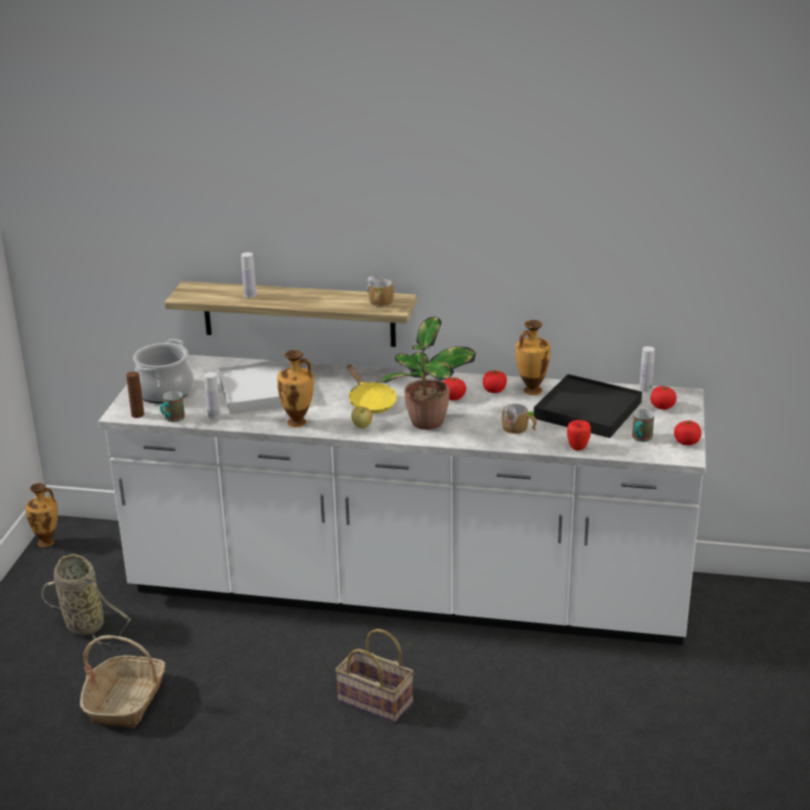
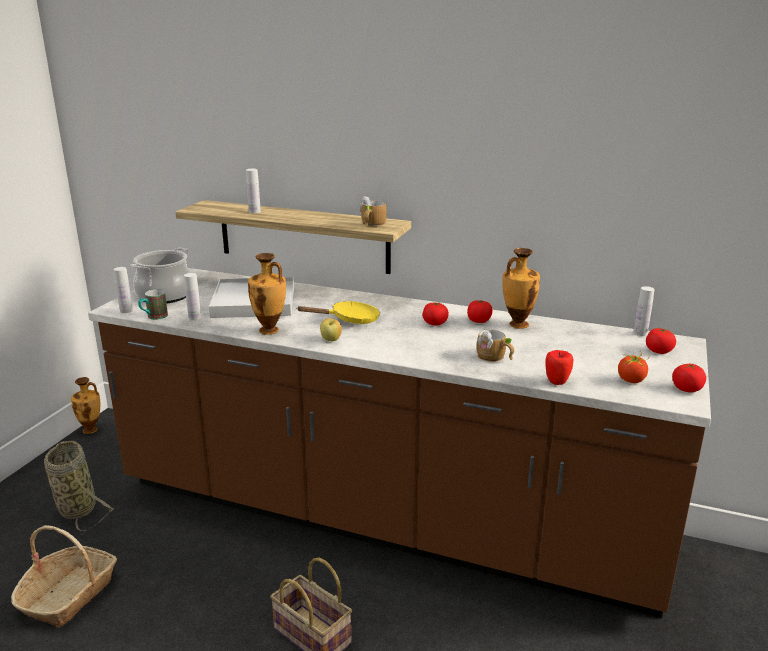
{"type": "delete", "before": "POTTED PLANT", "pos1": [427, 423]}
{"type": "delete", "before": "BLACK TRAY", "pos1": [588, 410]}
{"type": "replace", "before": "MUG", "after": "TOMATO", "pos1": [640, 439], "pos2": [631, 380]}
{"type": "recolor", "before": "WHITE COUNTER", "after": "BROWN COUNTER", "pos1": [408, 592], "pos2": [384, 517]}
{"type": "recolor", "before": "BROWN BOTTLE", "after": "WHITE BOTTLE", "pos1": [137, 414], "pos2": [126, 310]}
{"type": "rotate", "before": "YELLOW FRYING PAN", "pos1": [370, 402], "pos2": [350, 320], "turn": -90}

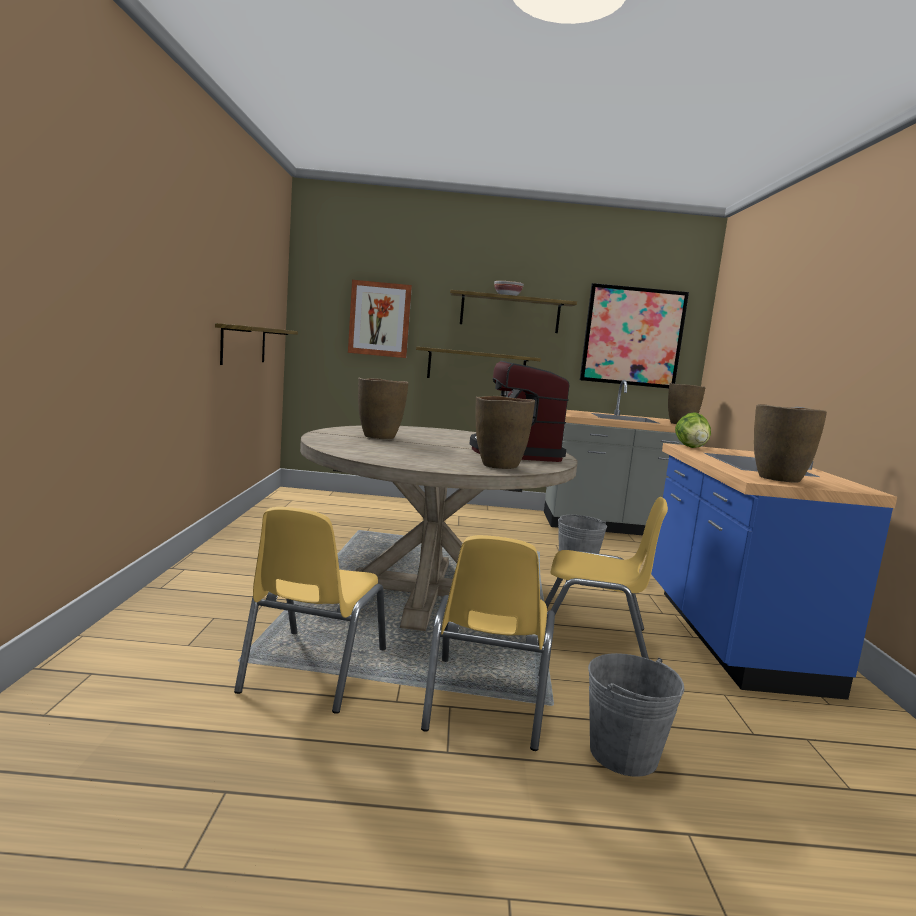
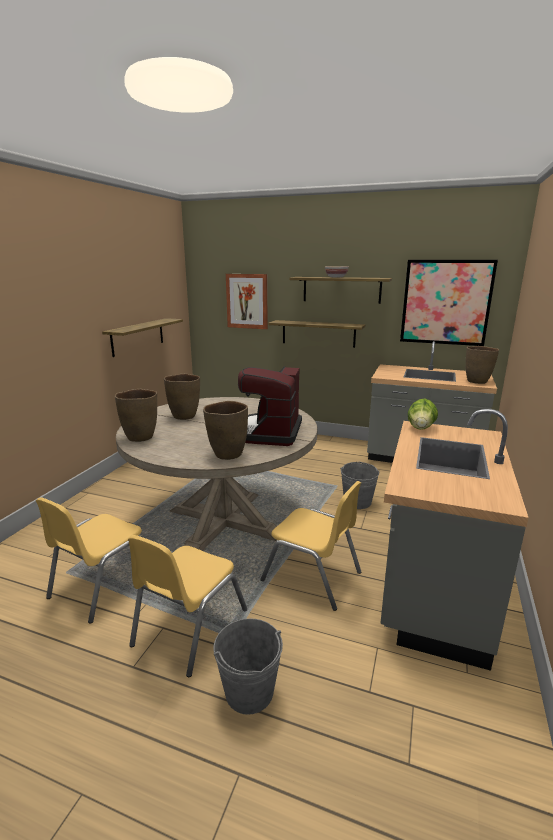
{"type": "move", "before": "BROWN VASE", "pos1": [777, 479], "pos2": [140, 437]}
{"type": "recolor", "before": "BLUE COUNTER", "after": "GREY COUNTER", "pos1": [728, 637], "pos2": [432, 587]}

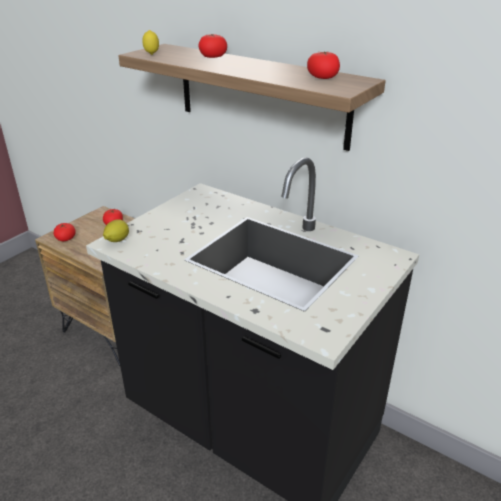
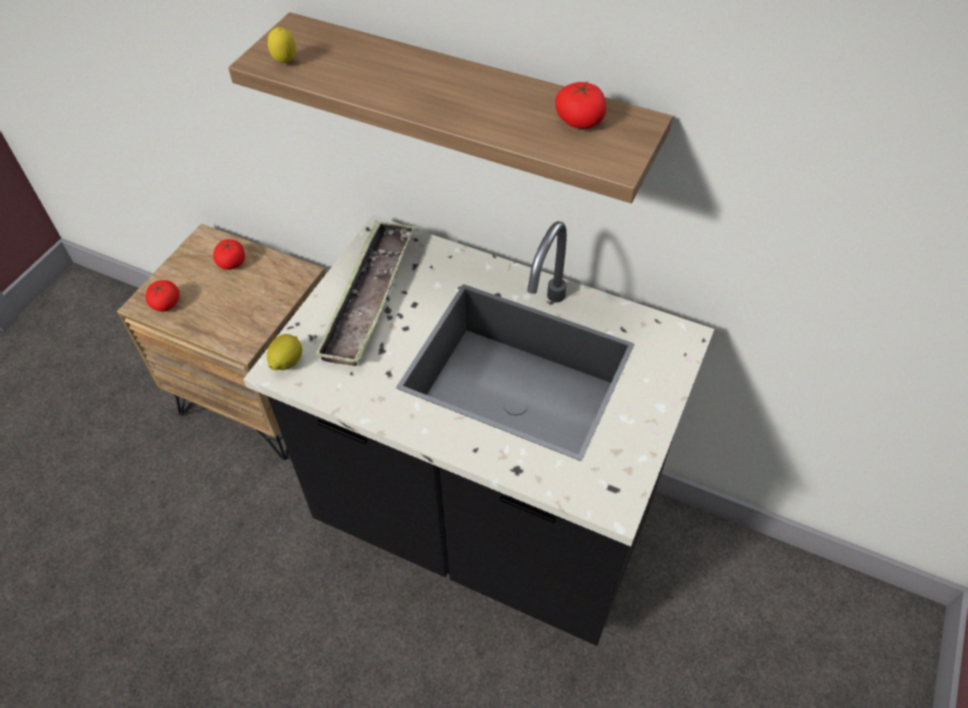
{"type": "delete", "before": "TOMATO", "pos1": [213, 57]}
{"type": "insert", "after": "TRAY", "pos2": [369, 297]}

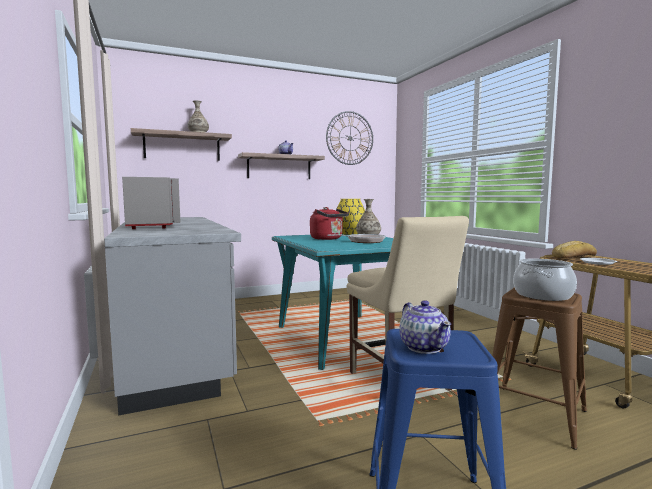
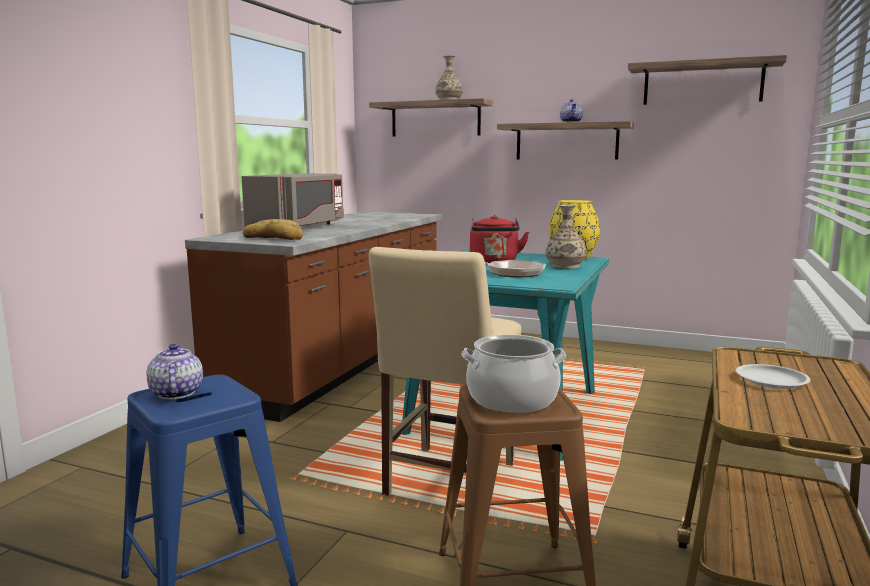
{"type": "move", "before": "BREAD", "pos1": [572, 256], "pos2": [273, 238]}
{"type": "replace", "before": "WALL CLOCK", "after": "SHELF", "pos1": [350, 138], "pos2": [702, 83]}
{"type": "recolor", "before": "GREY COUNTER", "after": "BROWN COUNTER", "pos1": [176, 344], "pos2": [341, 364]}
{"type": "rotate", "before": "TEAPOT", "pos1": [424, 347], "pos2": [176, 393], "turn": 135}

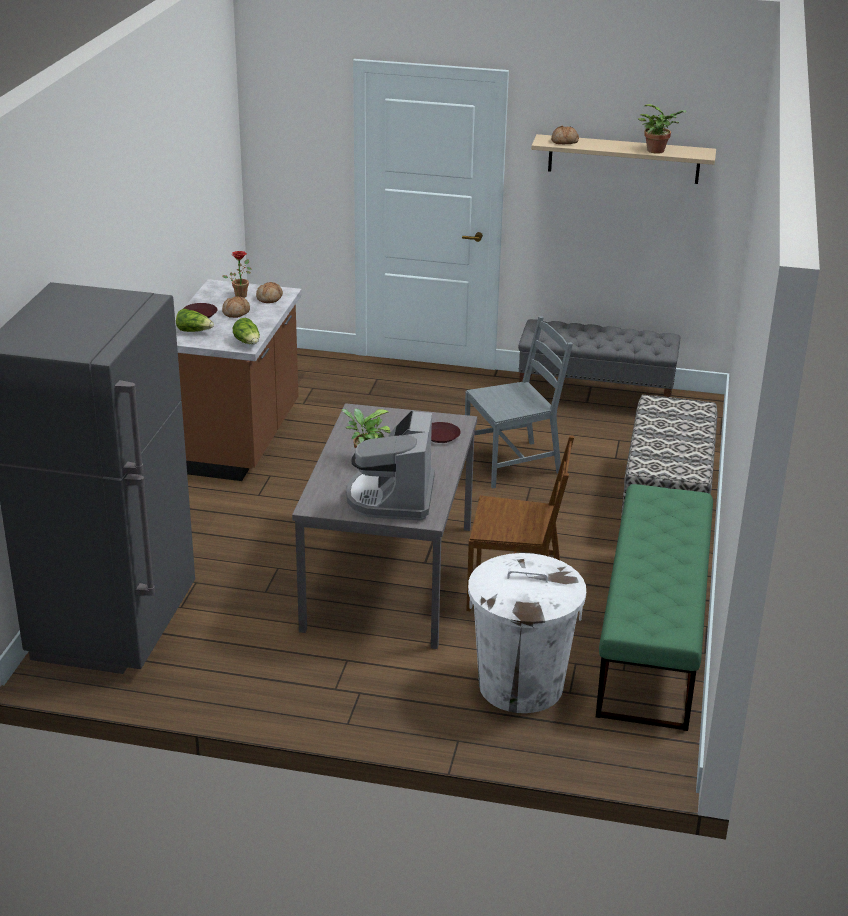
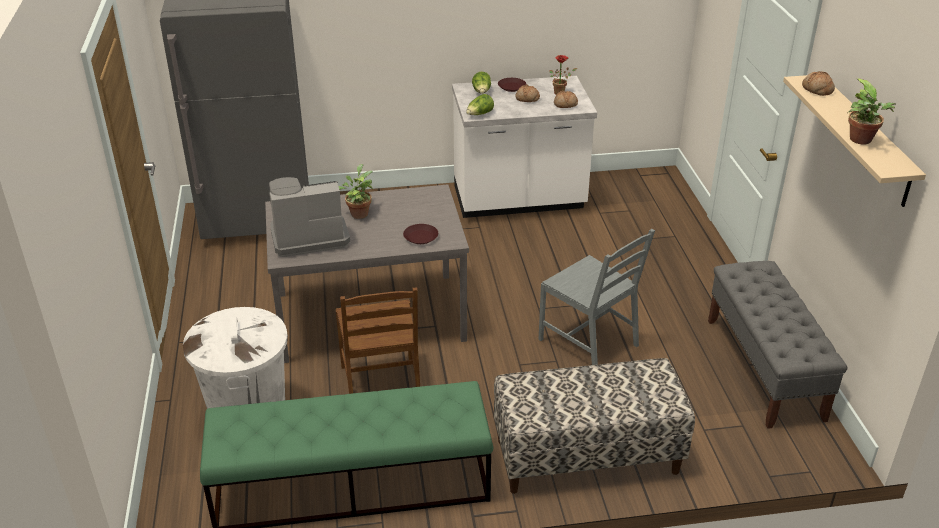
{"type": "recolor", "before": "BROWN COUNTER", "after": "WHITE COUNTER", "pos1": [237, 440], "pos2": [519, 200]}

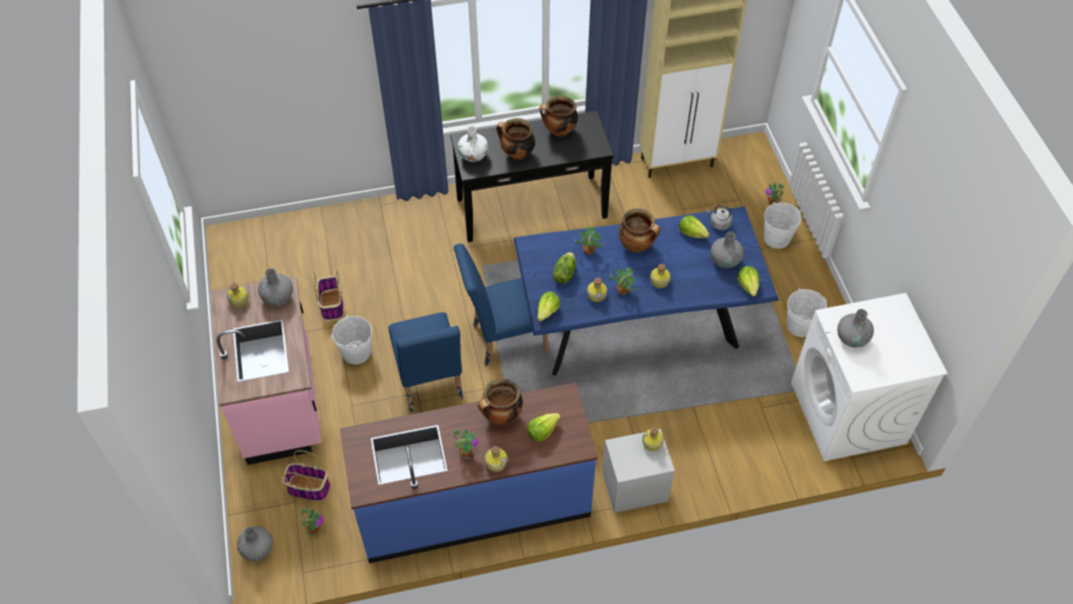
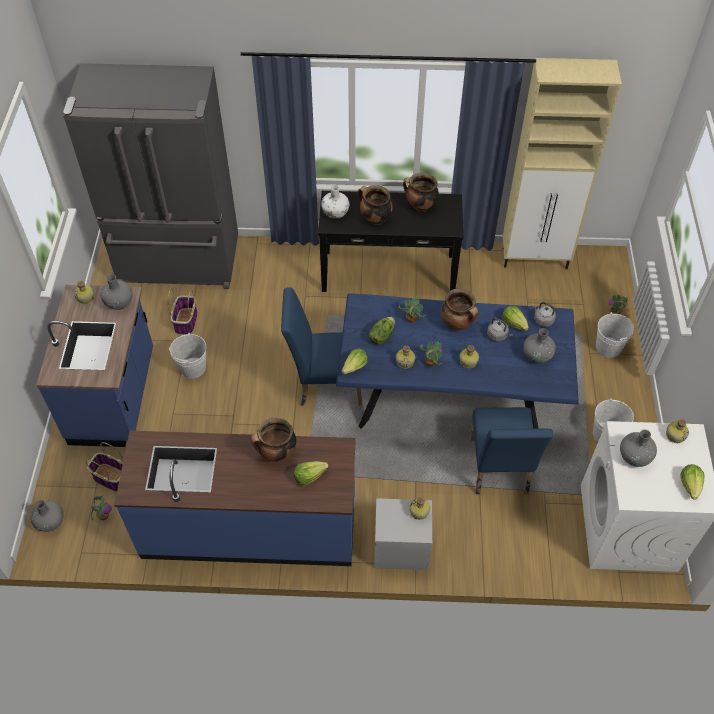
{"type": "delete", "before": "POTTED PLANT", "pos1": [465, 452]}
{"type": "insert", "after": "GREY FRIDGE", "pos2": [179, 263]}
{"type": "insert", "after": "GREY KETTLE", "pos2": [498, 335]}
{"type": "move", "before": "BLUE CHAIR", "pos1": [429, 384], "pos2": [498, 471]}
{"type": "move", "before": "BOTTLE", "pos1": [496, 462], "pos2": [675, 435]}
{"type": "move", "before": "LETTUCE", "pos1": [748, 286], "pos2": [690, 485]}
{"type": "recolor", "before": "PINK COUNTER", "after": "BLUE COUNTER", "pos1": [281, 402], "pos2": [114, 397]}

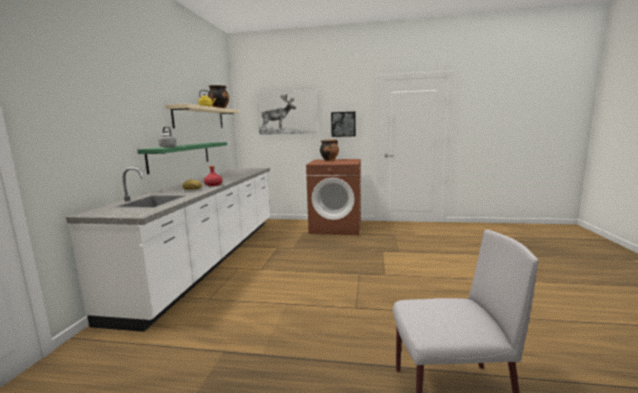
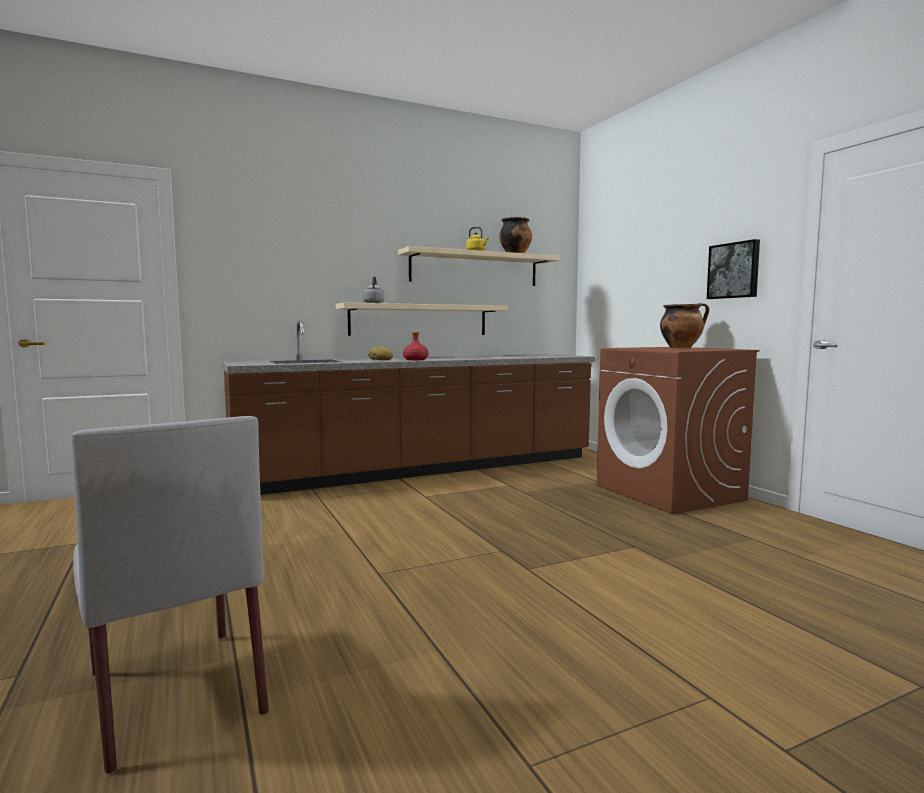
{"type": "delete", "before": "PICTURE", "pos1": [287, 113]}
{"type": "recolor", "before": "WHITE COUNTER", "after": "BROWN COUNTER", "pos1": [212, 257], "pos2": [423, 470]}
{"type": "recolor", "before": "GREEN SHELF", "after": "BEIGE SHELF", "pos1": [180, 156], "pos2": [419, 320]}

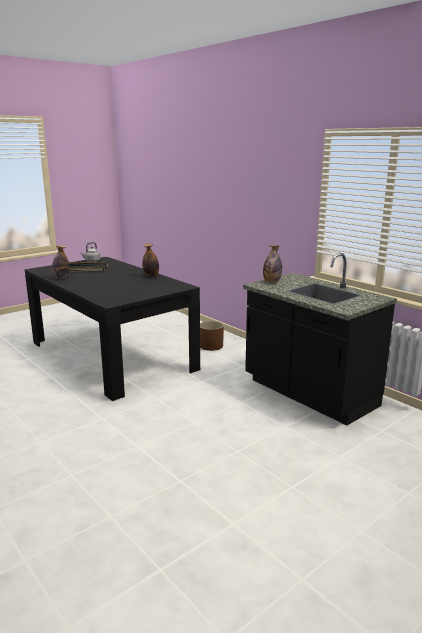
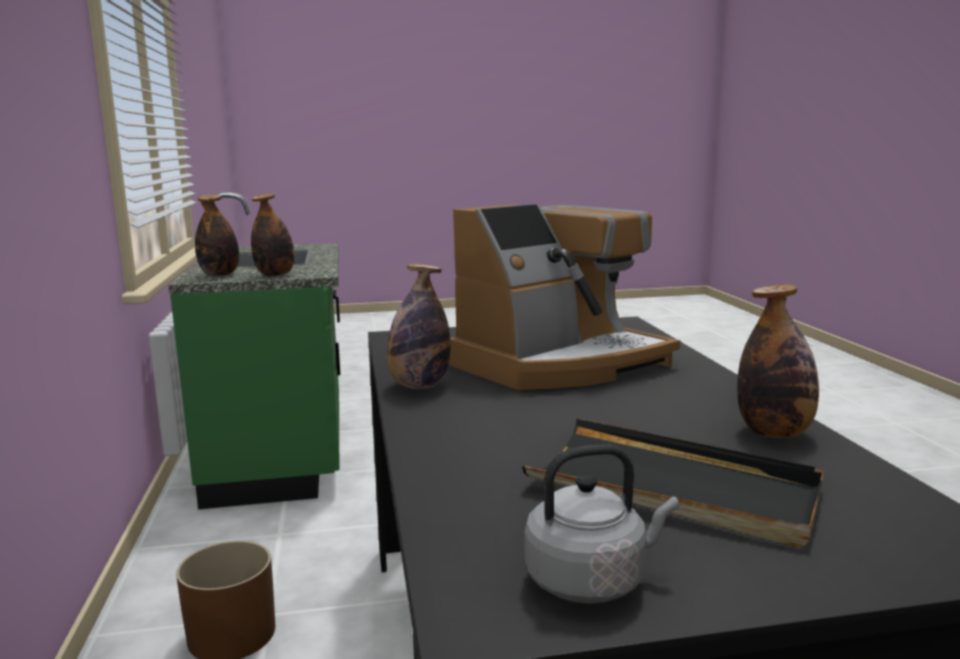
{"type": "insert", "after": "BOTTLE", "pos2": [220, 275]}
{"type": "insert", "after": "COFFEE MACHINE", "pos2": [559, 363]}
{"type": "recolor", "before": "BLACK COUNTER", "after": "GREEN COUNTER", "pos1": [309, 394], "pos2": [283, 453]}

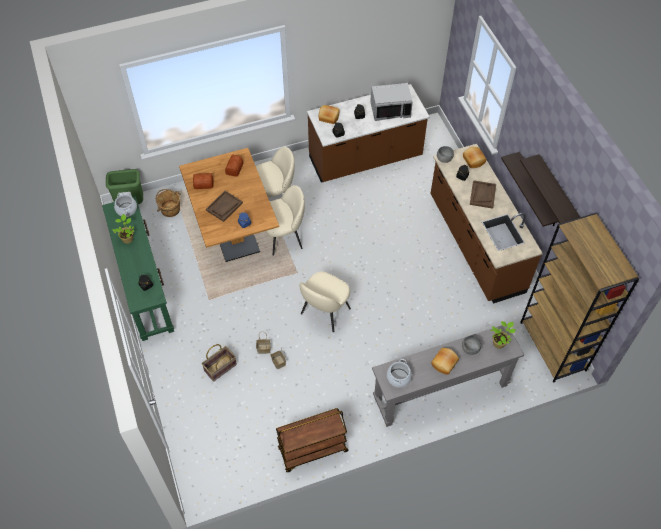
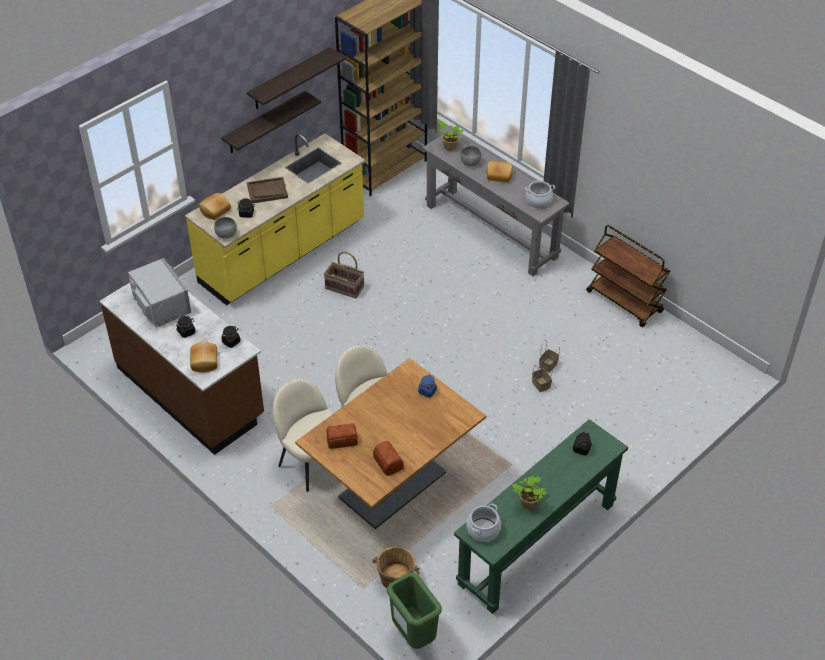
{"type": "delete", "before": "BROWN TRAY", "pos1": [224, 207]}
{"type": "delete", "before": "BEIGE CHAIR", "pos1": [324, 312]}
{"type": "move", "before": "BASKET", "pos1": [220, 368], "pos2": [345, 287]}
{"type": "recolor", "before": "BROWN COUNTER", "after": "YELLOW COUNTER", "pos1": [475, 244], "pos2": [283, 253]}

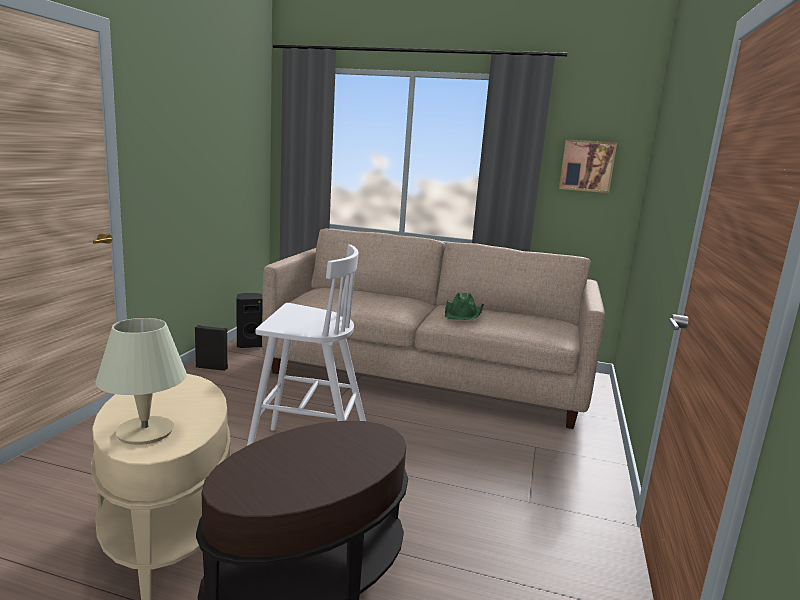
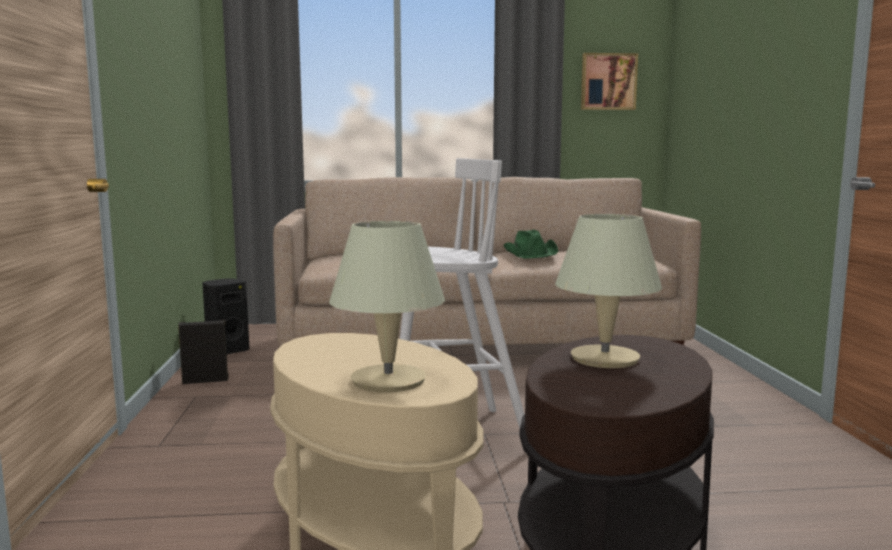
{"type": "insert", "after": "BEIGE TABLE LAMP", "pos2": [605, 358]}

